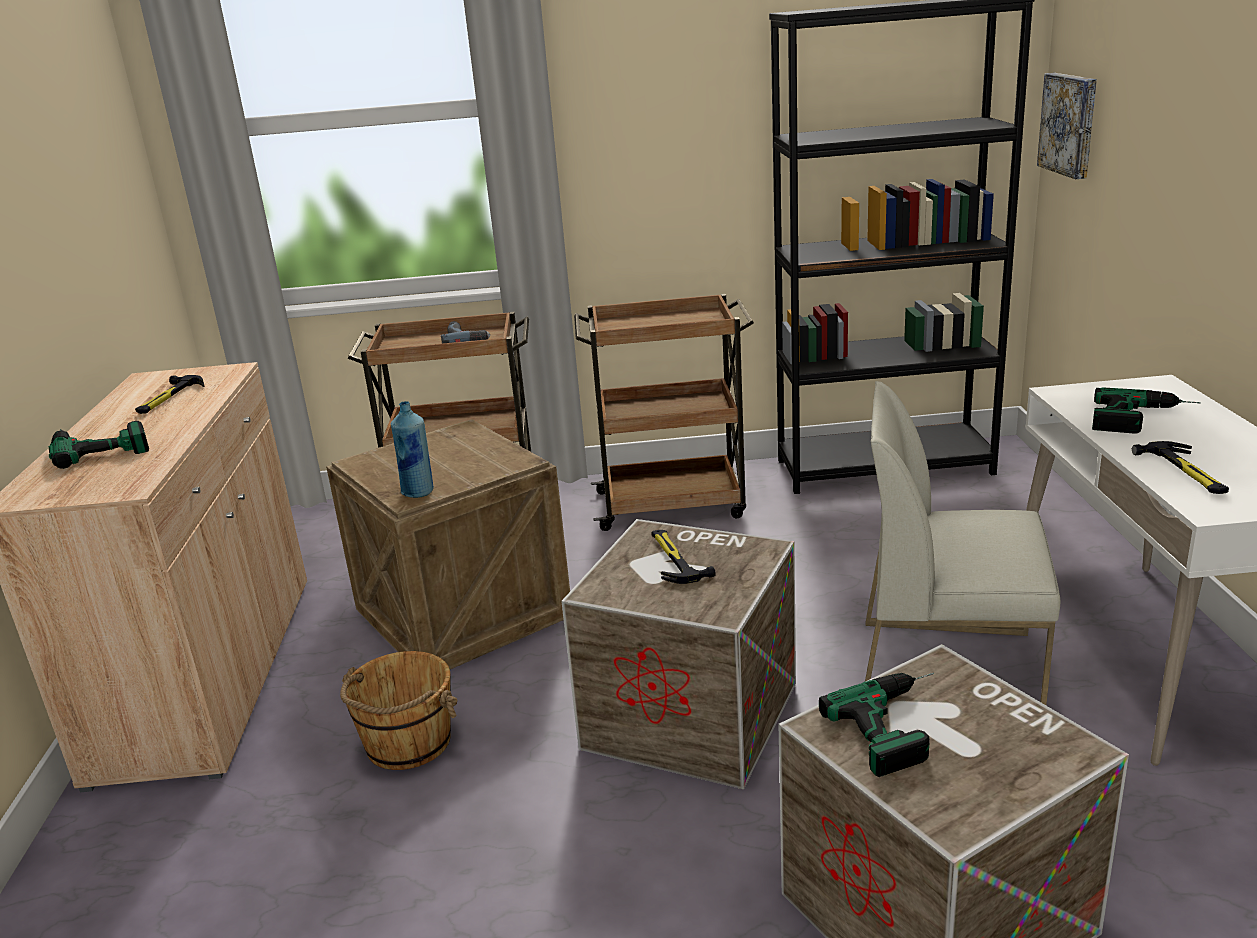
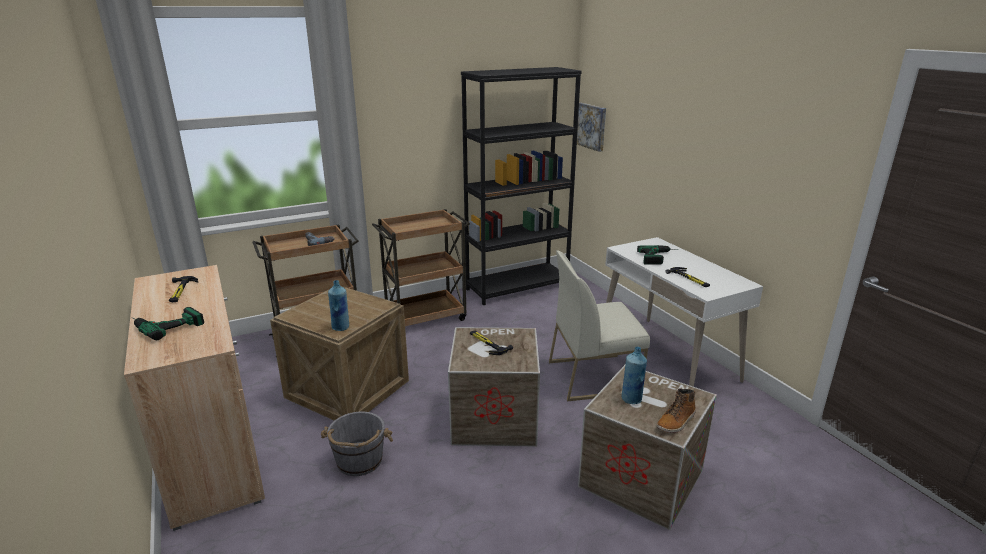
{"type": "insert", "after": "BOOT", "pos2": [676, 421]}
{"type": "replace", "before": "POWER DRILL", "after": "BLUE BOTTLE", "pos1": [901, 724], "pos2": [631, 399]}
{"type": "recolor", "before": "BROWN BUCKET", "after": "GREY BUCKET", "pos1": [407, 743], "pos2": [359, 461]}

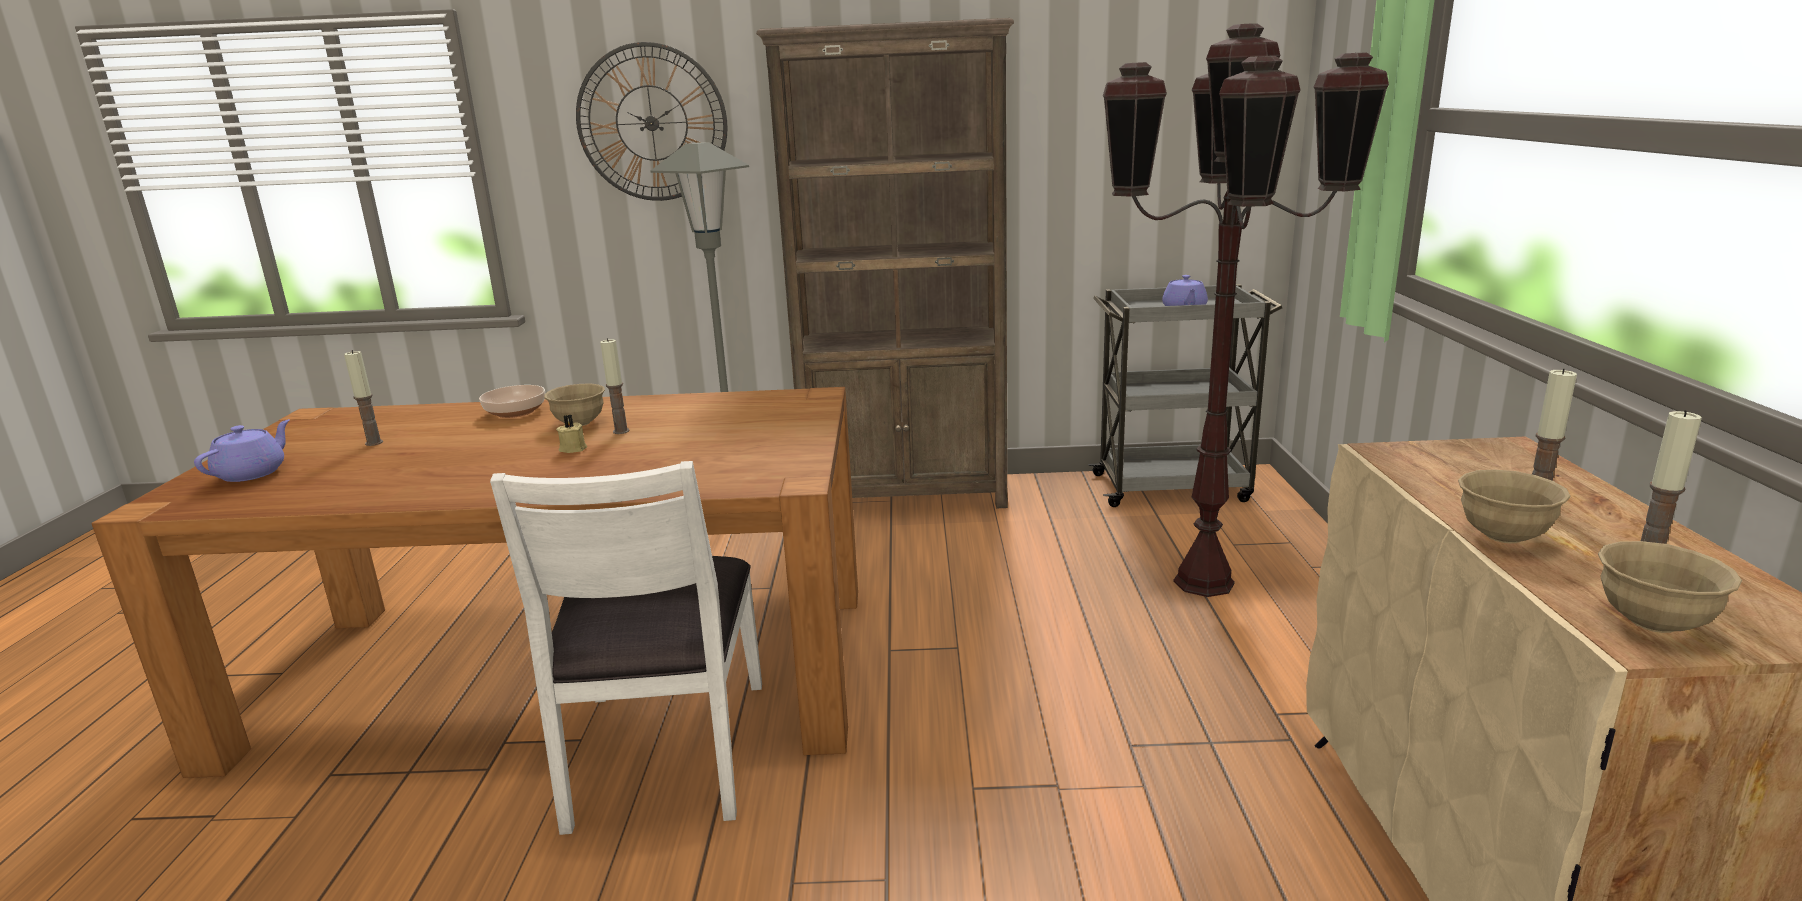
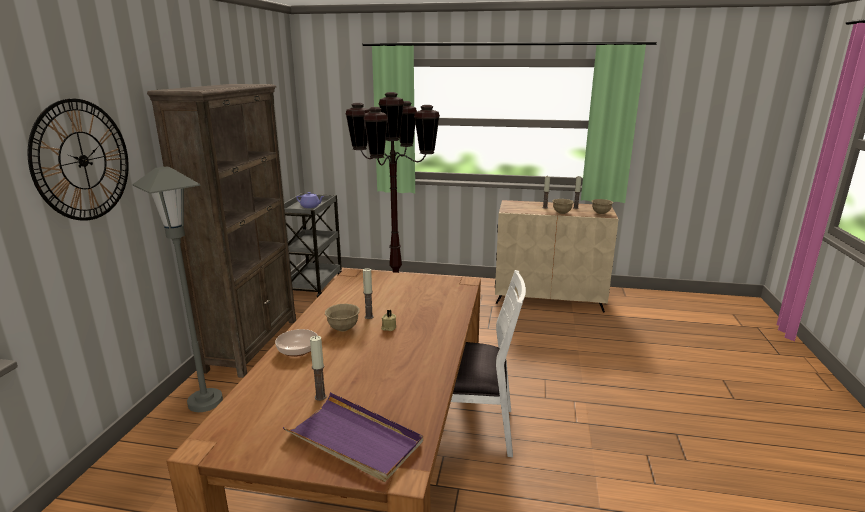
{"type": "replace", "before": "PURPLE TEAPOT", "after": "PURPLE TRAY", "pos1": [253, 473], "pos2": [354, 439]}

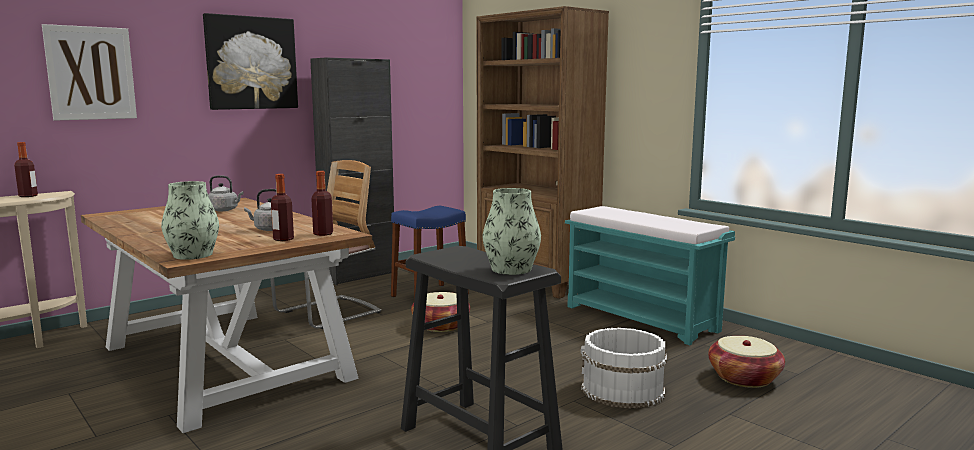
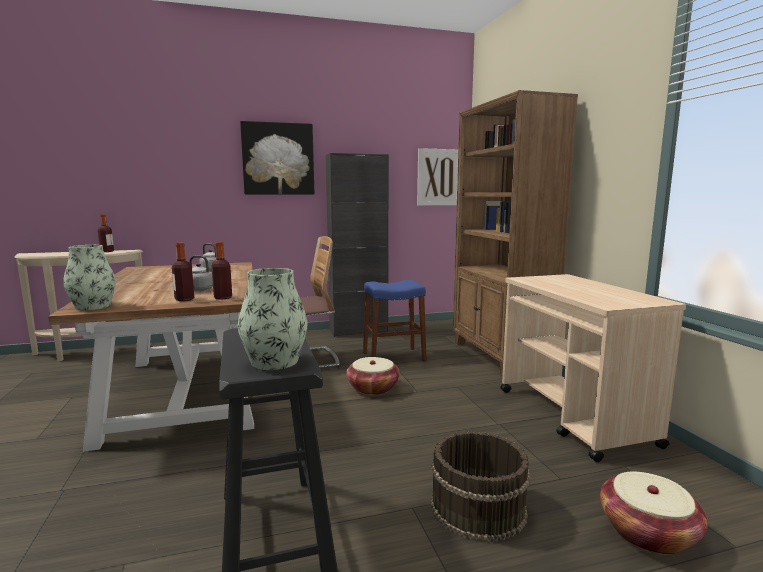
{"type": "move", "before": "PICTURE", "pos1": [91, 73], "pos2": [438, 177]}
{"type": "replace", "before": "TURQUOISE BENCH", "after": "BEIGE CART", "pos1": [642, 318], "pos2": [574, 417]}
{"type": "recolor", "before": "WHITE BUCKET", "after": "BROWN BUCKET", "pos1": [622, 390], "pos2": [477, 508]}

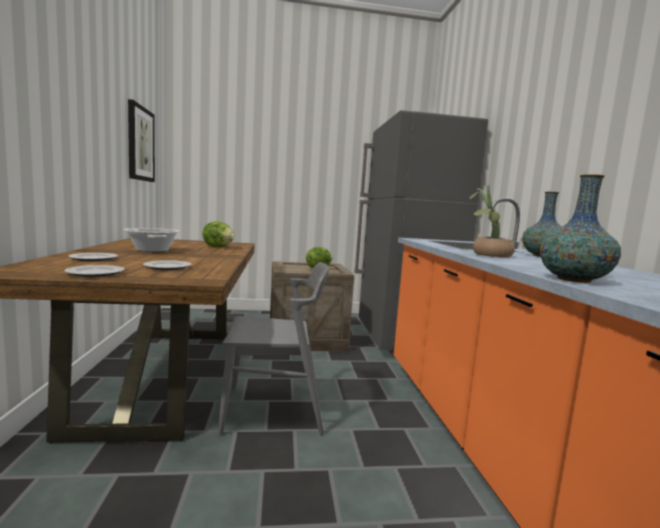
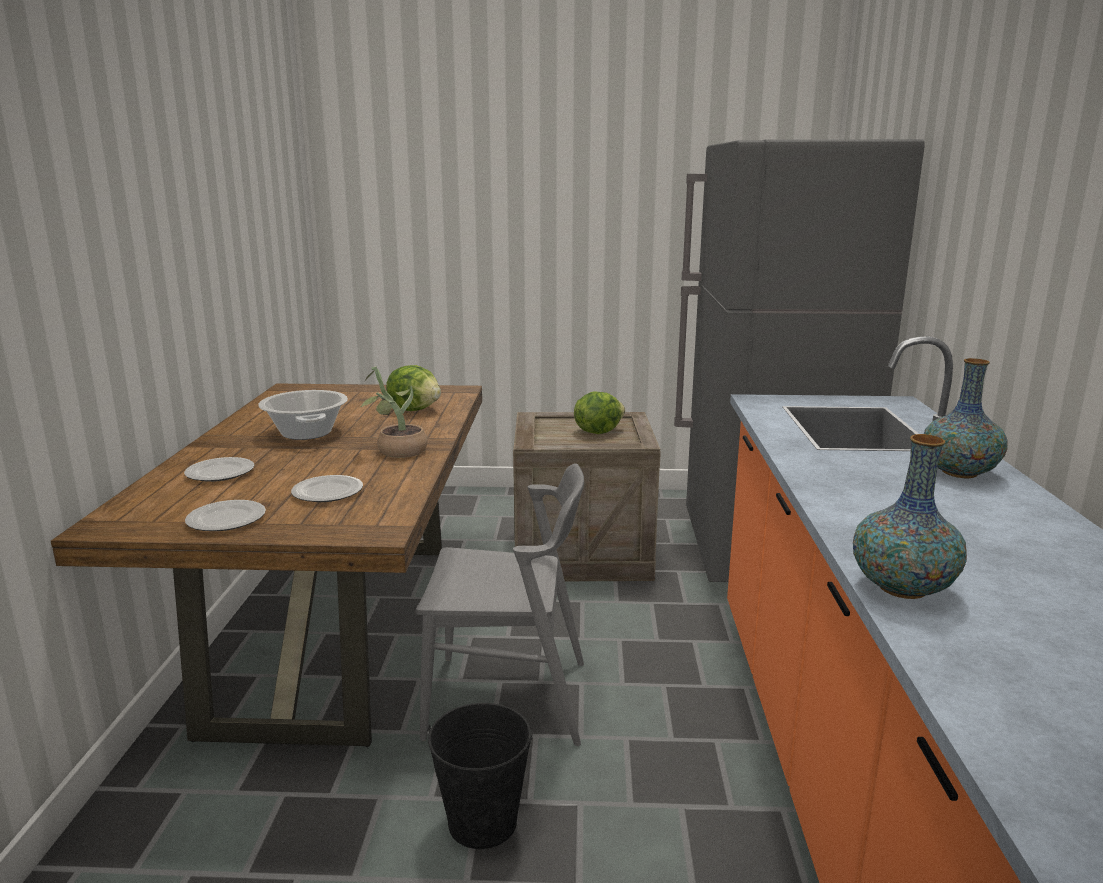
{"type": "delete", "before": "PICTURE", "pos1": [140, 144]}
{"type": "insert", "after": "BLACK BUCKET", "pos2": [482, 821]}
{"type": "move", "before": "POTTED PLANT", "pos1": [487, 255], "pos2": [396, 451]}

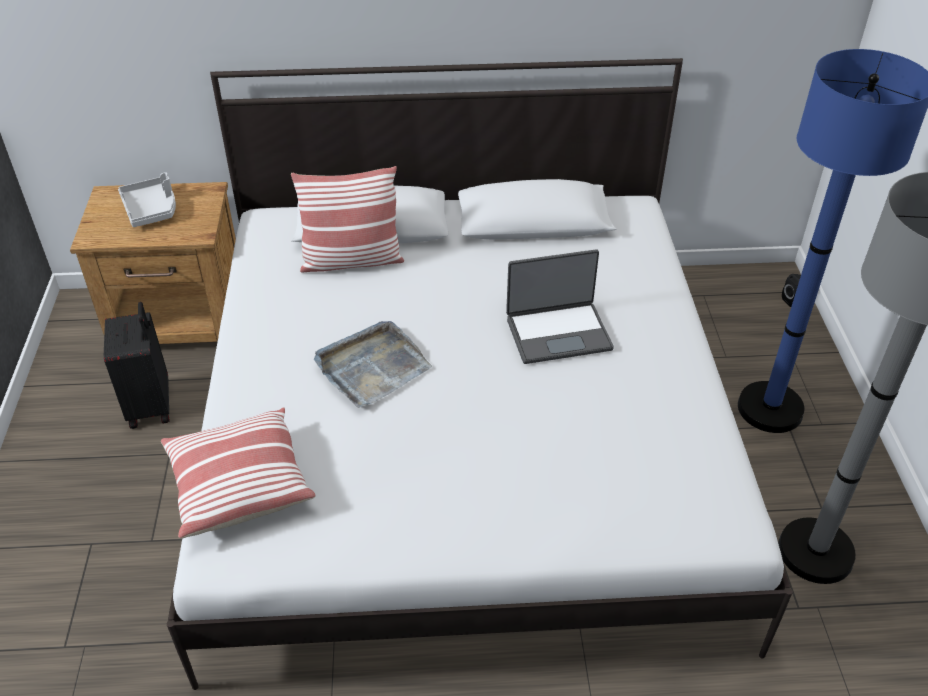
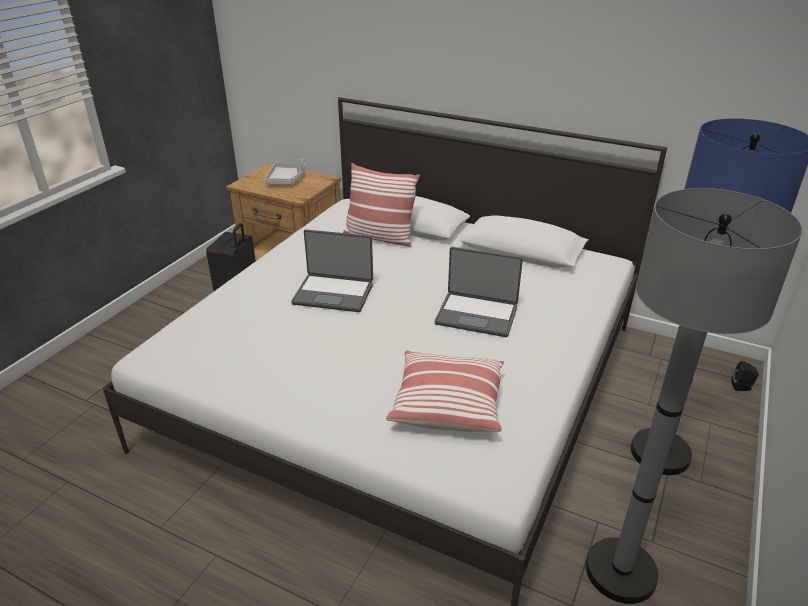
{"type": "move", "before": "PILLOW", "pos1": [238, 484], "pos2": [447, 404]}
{"type": "replace", "before": "GREY TRAY", "after": "LAPTOP", "pos1": [372, 367], "pos2": [334, 293]}

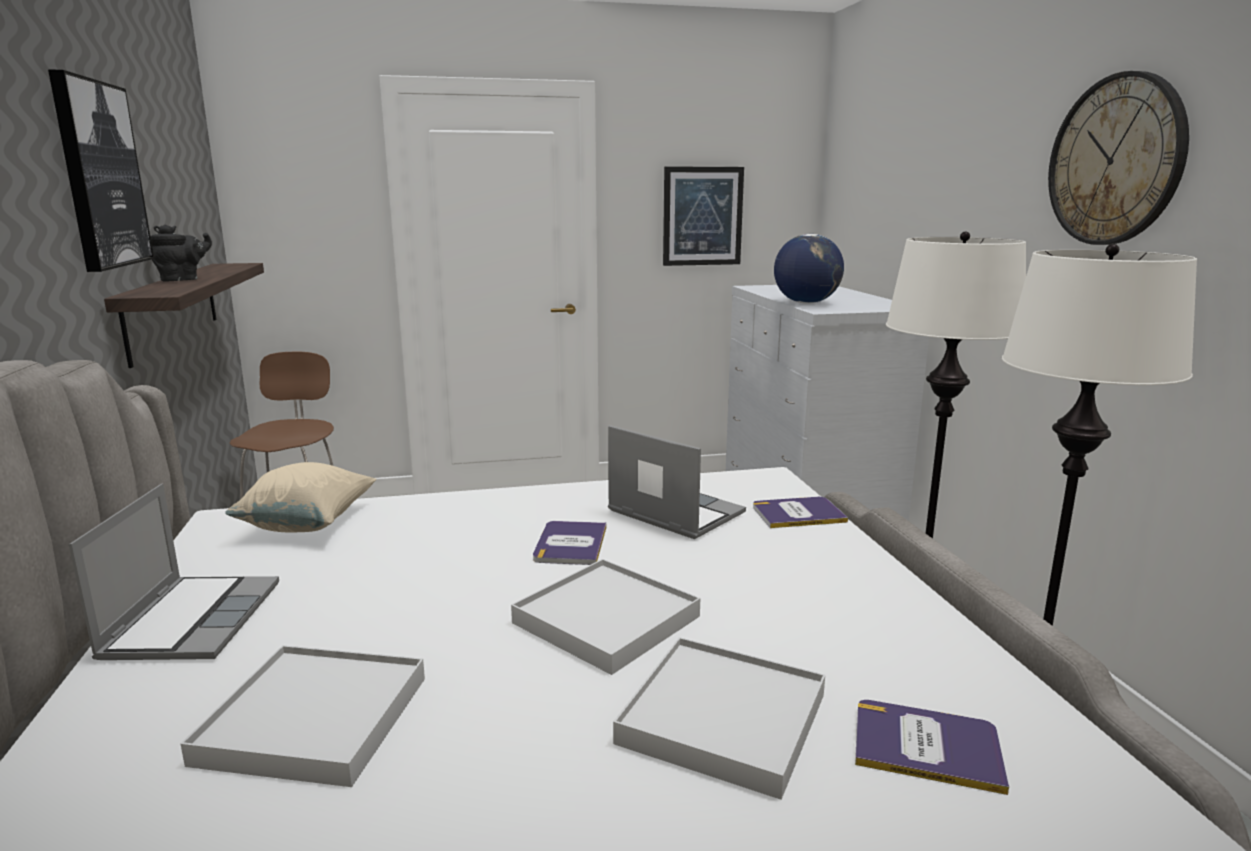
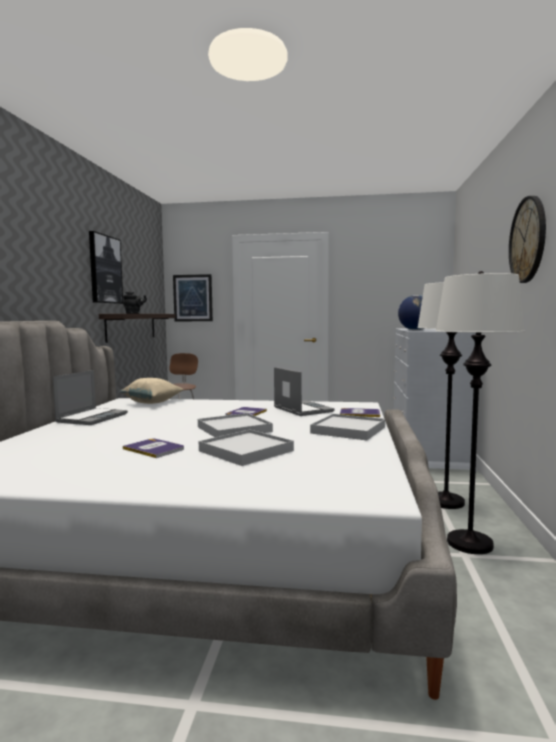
{"type": "move", "before": "WHITE TRAY", "pos1": [314, 719], "pos2": [348, 430]}
{"type": "move", "before": "PICTURE", "pos1": [702, 216], "pos2": [193, 298]}
{"type": "move", "before": "BOOK", "pos1": [926, 746], "pos2": [154, 449]}

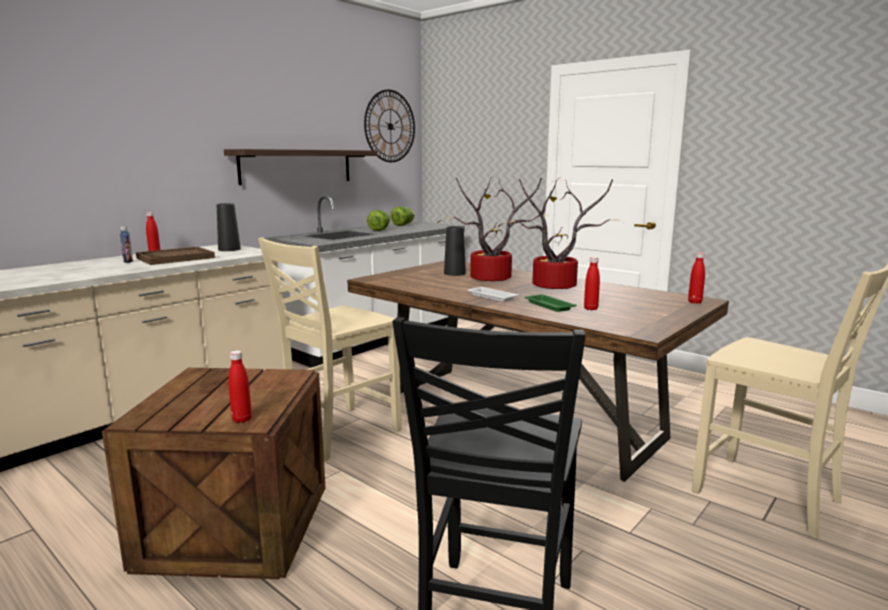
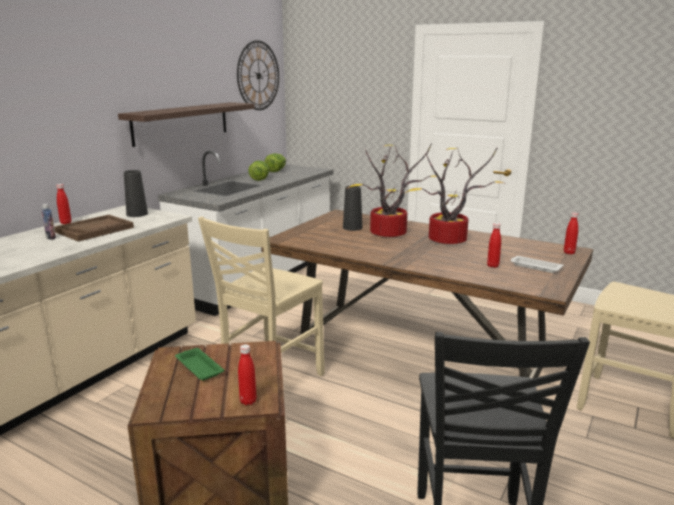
{"type": "move", "before": "WHITE TRAY", "pos1": [491, 297], "pos2": [535, 267]}
{"type": "move", "before": "GREEN TRAY", "pos1": [548, 305], "pos2": [198, 367]}

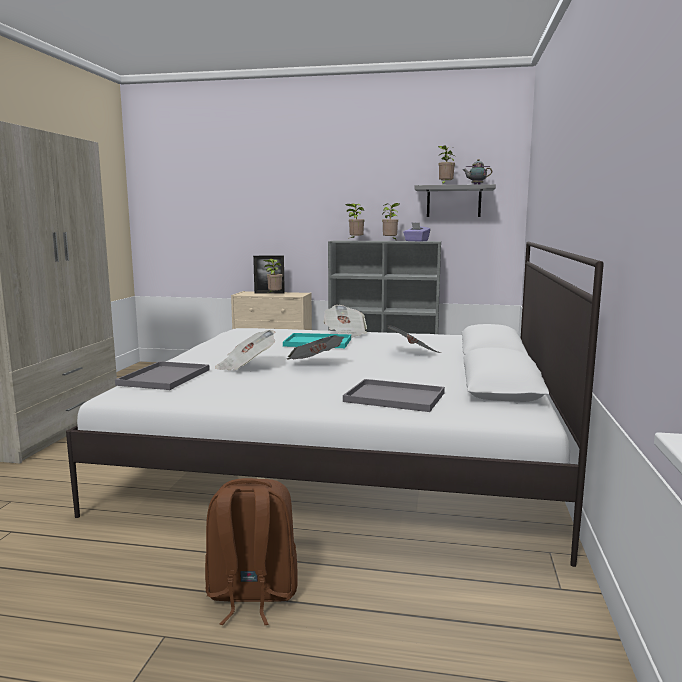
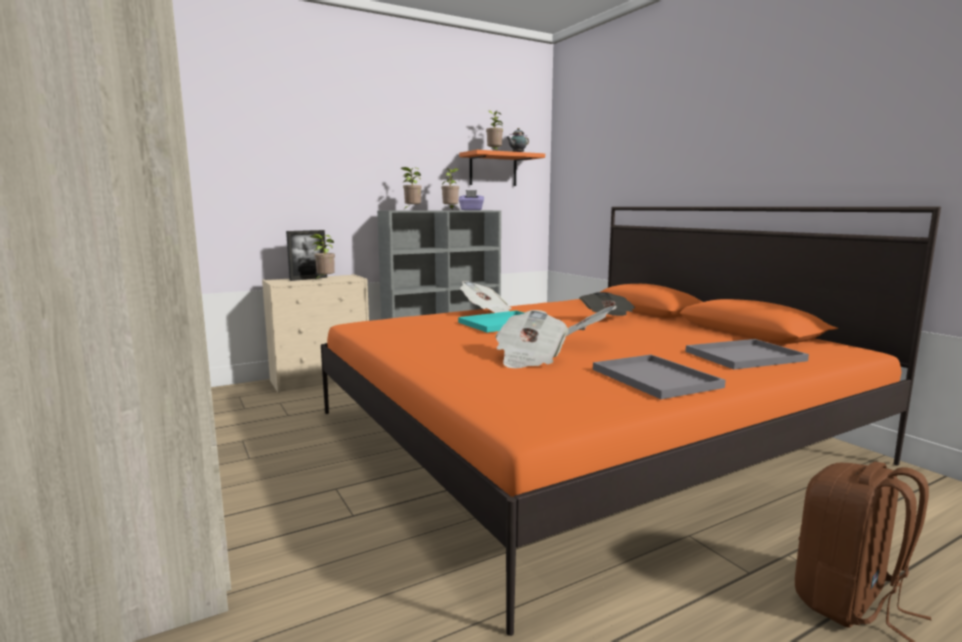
{"type": "move", "before": "GREY TRAY", "pos1": [164, 378], "pos2": [657, 378]}
{"type": "recolor", "before": "WHITE BED", "after": "ORANGE BED", "pos1": [347, 451], "pos2": [581, 436]}
{"type": "recolor", "before": "GREY SHELF", "after": "ORANGE SHELF", "pos1": [453, 201], "pos2": [493, 170]}

